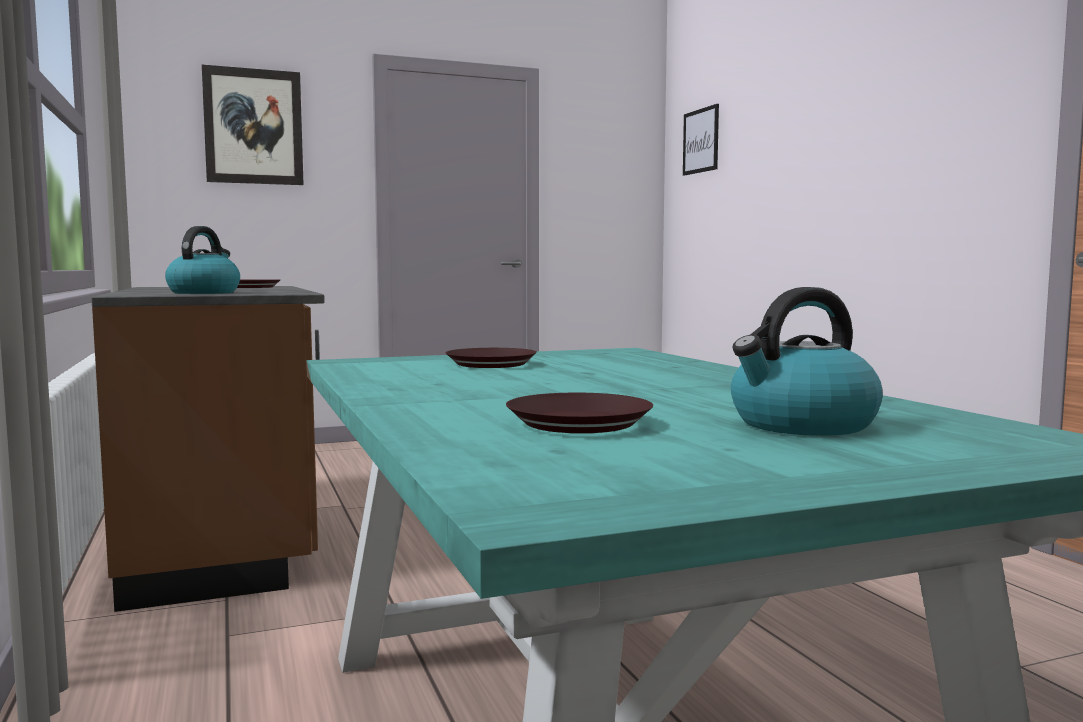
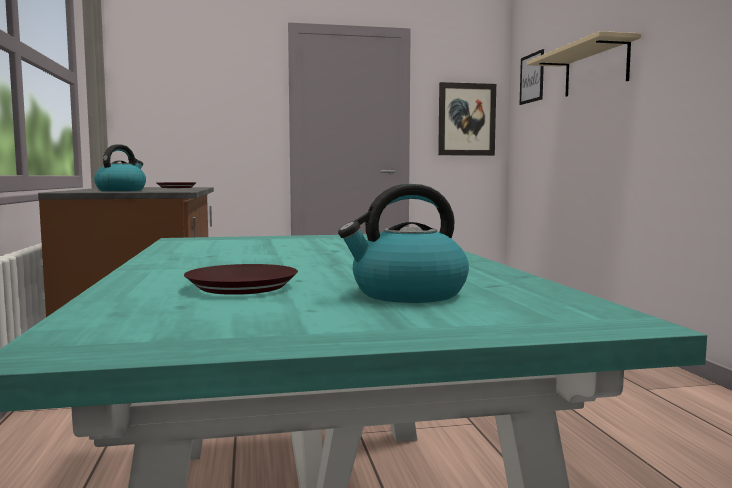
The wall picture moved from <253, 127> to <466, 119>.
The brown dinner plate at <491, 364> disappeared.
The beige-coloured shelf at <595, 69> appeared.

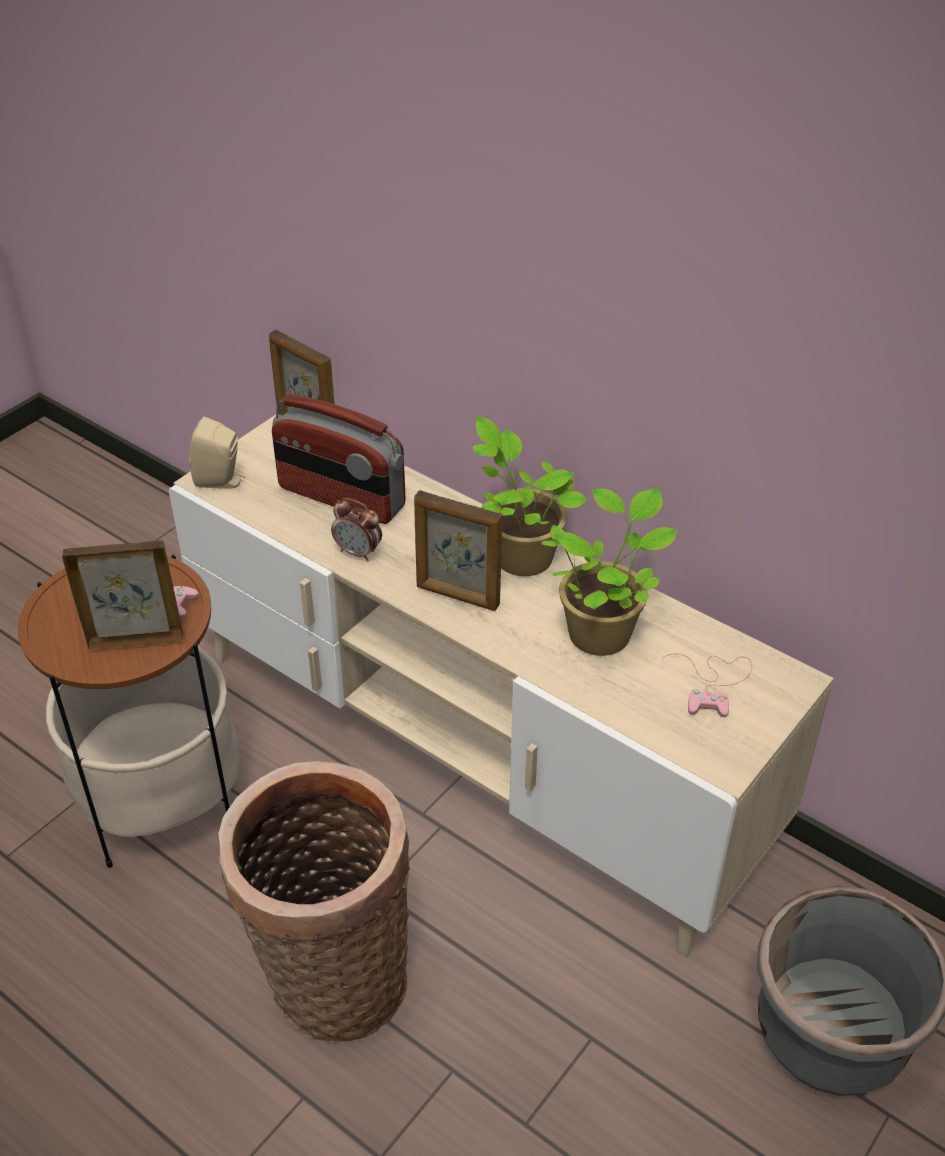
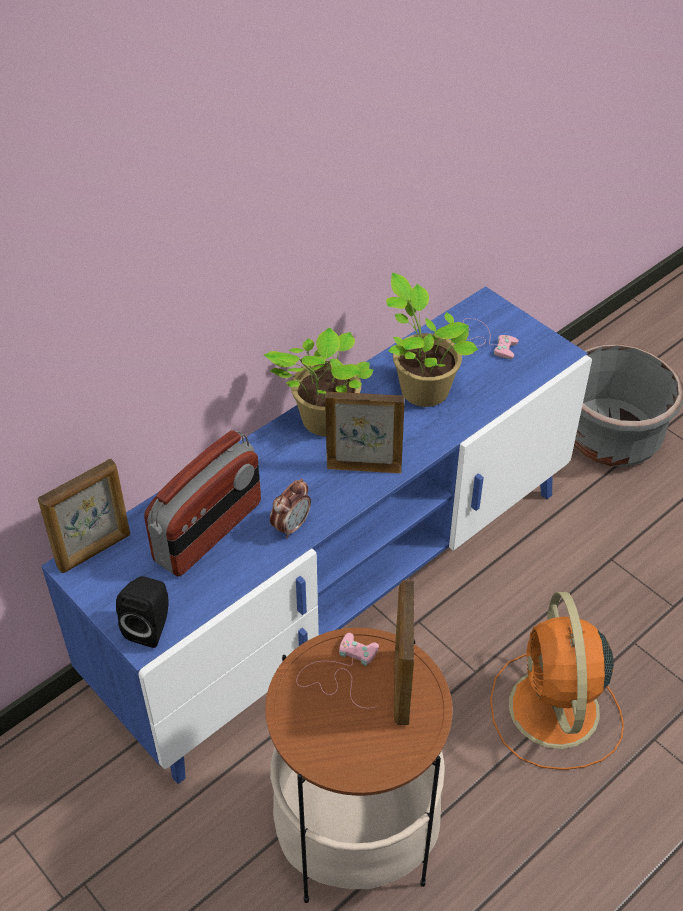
The beige-coloured tv unit at <473, 748> became the bluish tv unit at <340, 587>.
The beige-coloured audio speaker at <221, 481> became the blackish audio speaker at <150, 627>.
The standing frame at <457, 596> turned 120 degrees counterclockwise.
The basket at <330, 978> was replaced by the orange-coloured cooling fan at <554, 712>.

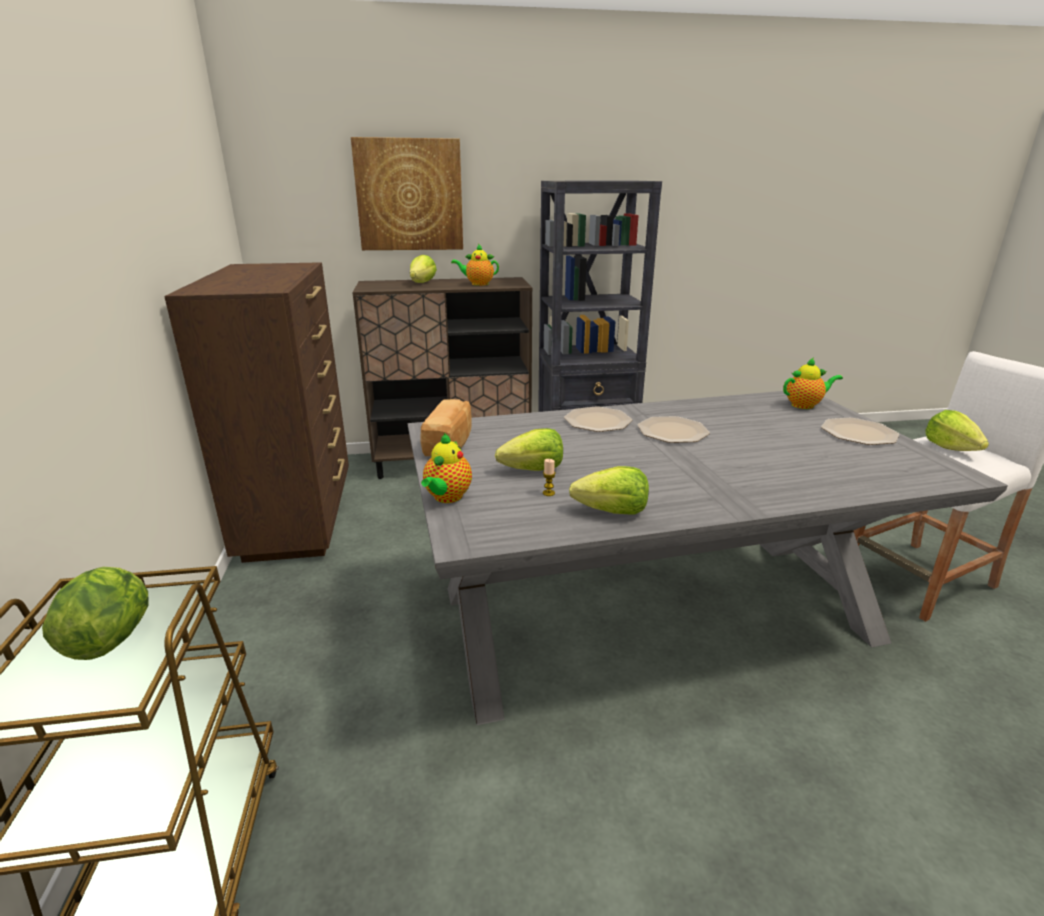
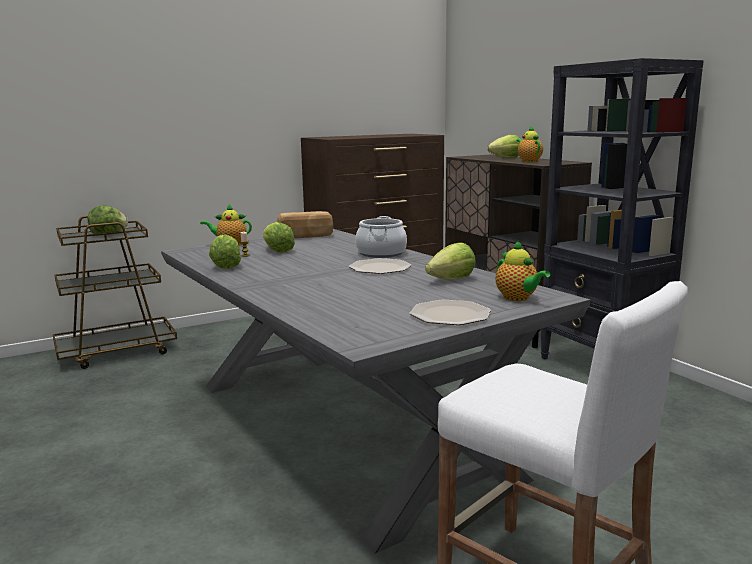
The wall picture at <409, 195> disappeared.
The dinner plate at <598, 421> was replaced by the cooking pot at <381, 253>.
The head of lettuce moved from <950, 448> to <451, 279>.

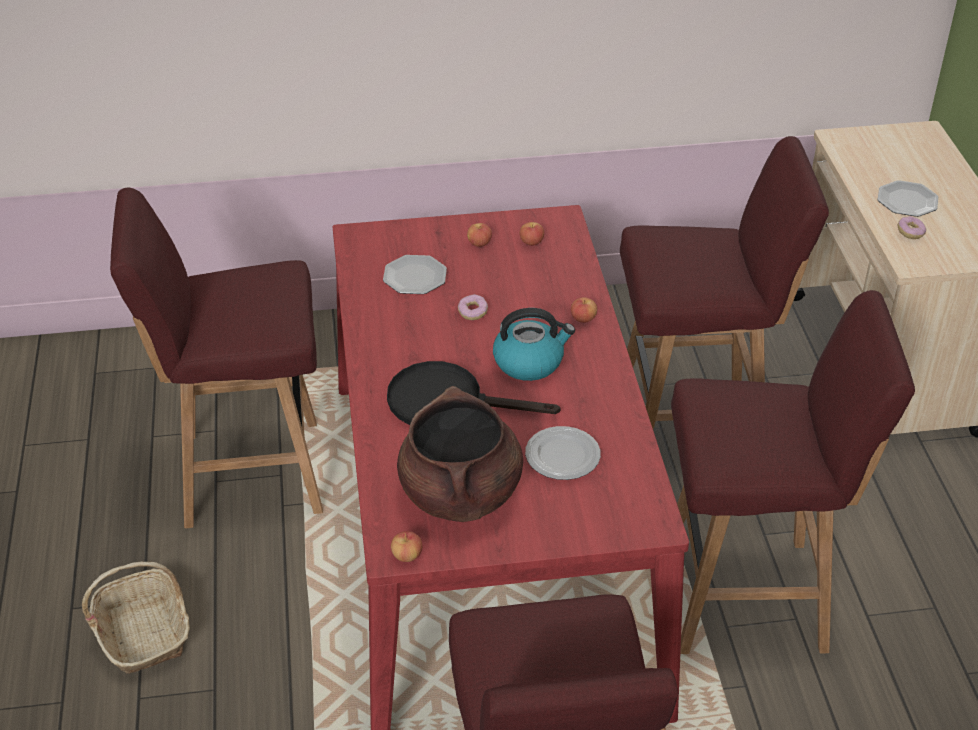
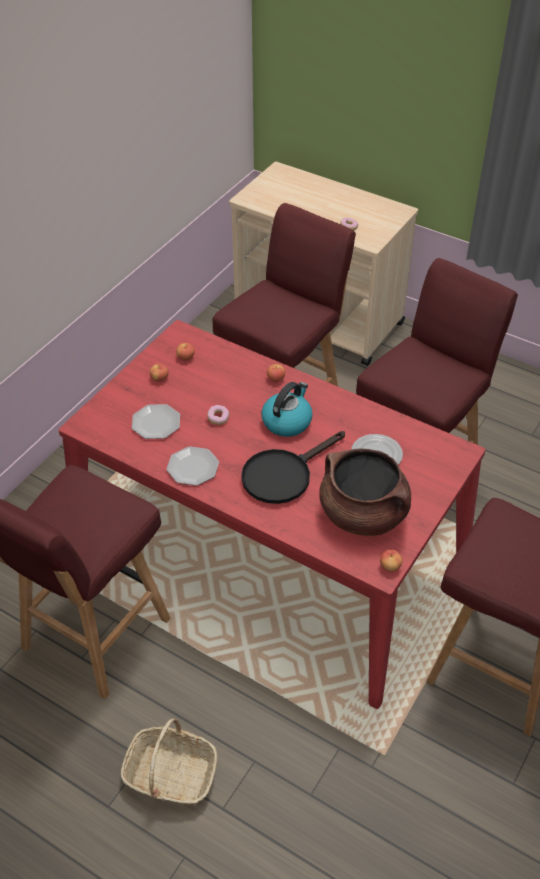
The dinner plate moved from <907, 201> to <193, 467>.

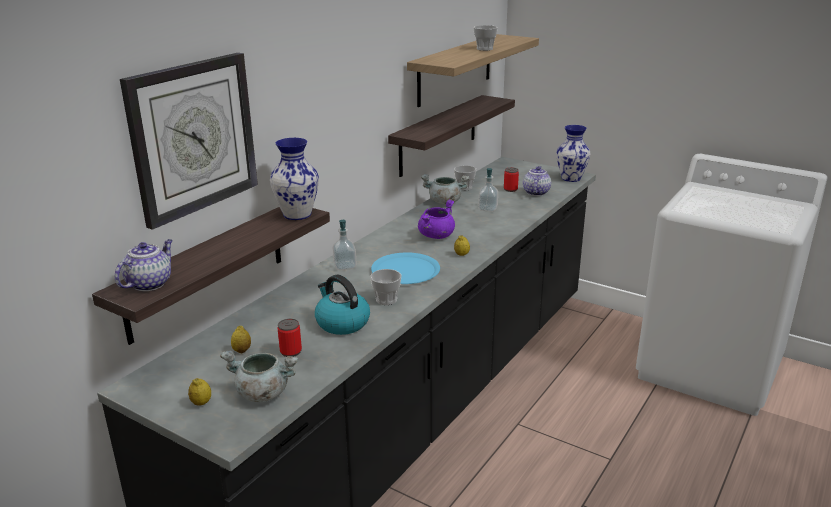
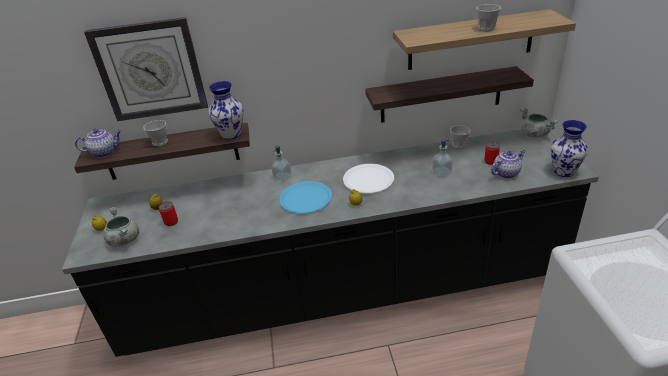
The grey cooking pot moved from <444, 202> to <534, 134>.
The purple cooking pot at <436, 235> was replaced by the white-coloured dinner plate at <368, 179>.
The drinking cup moved from <386, 300> to <160, 142>.
The kettle at <342, 323> disappeared.

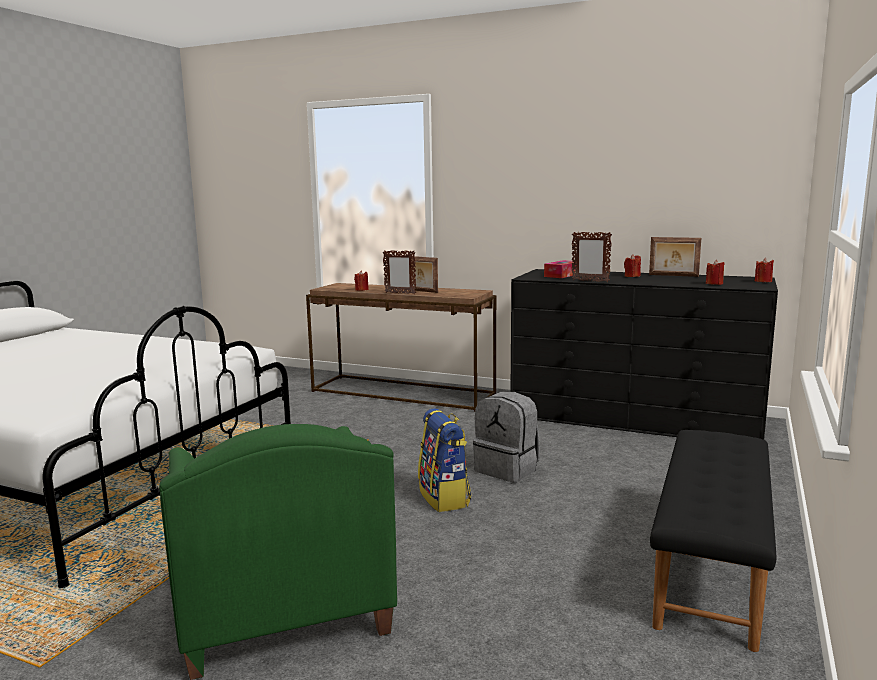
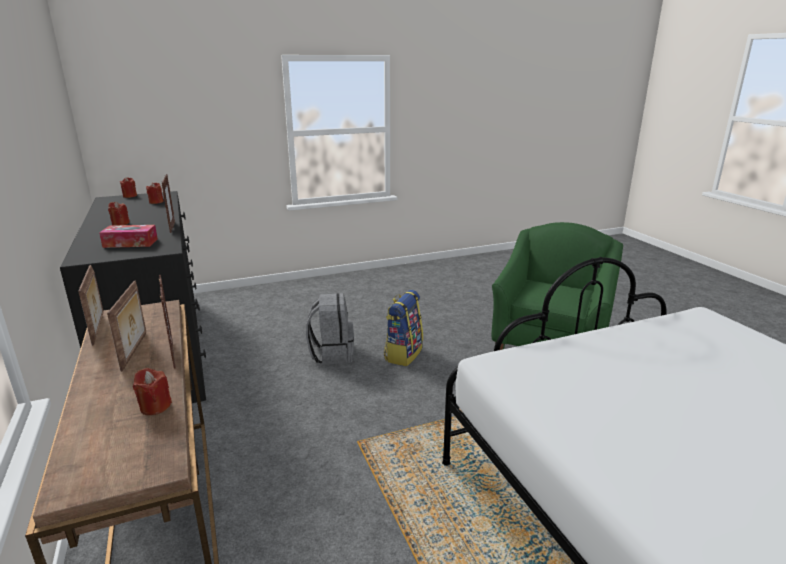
The standing frame moved from <673, 275> to <99, 329>.
The blackish indoor bench at <712, 566> disappeared.

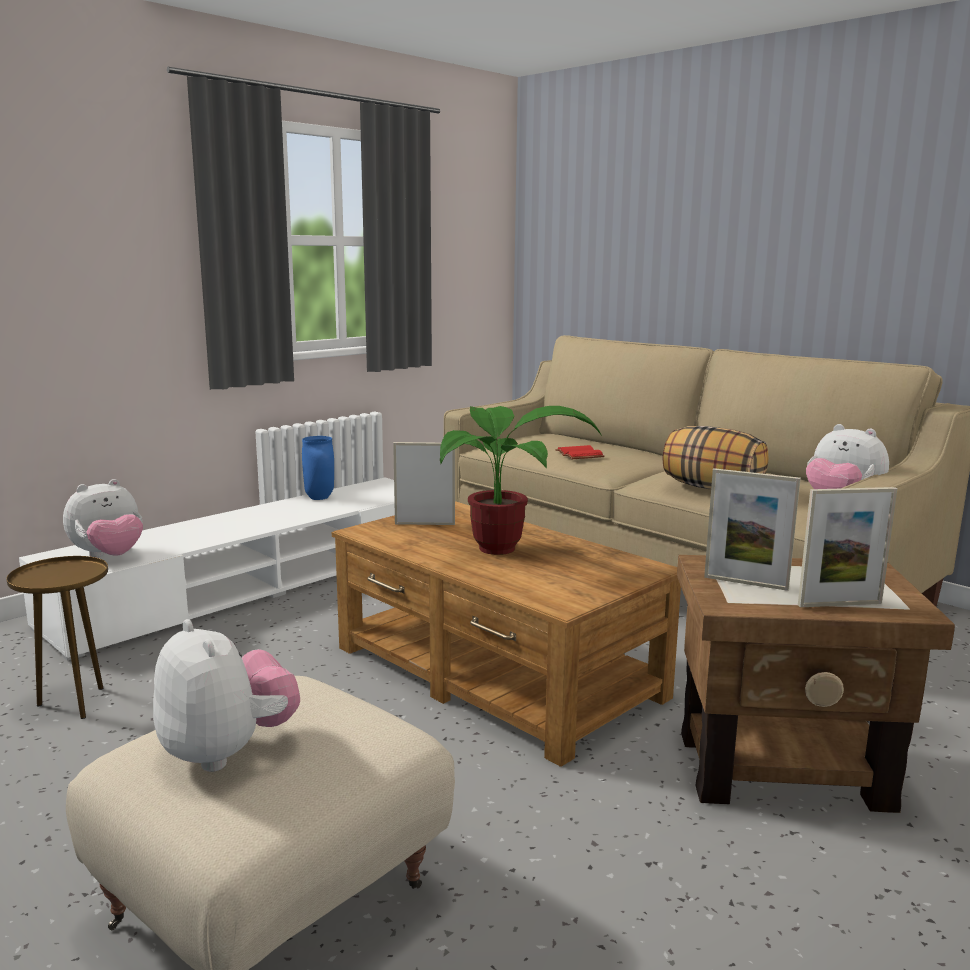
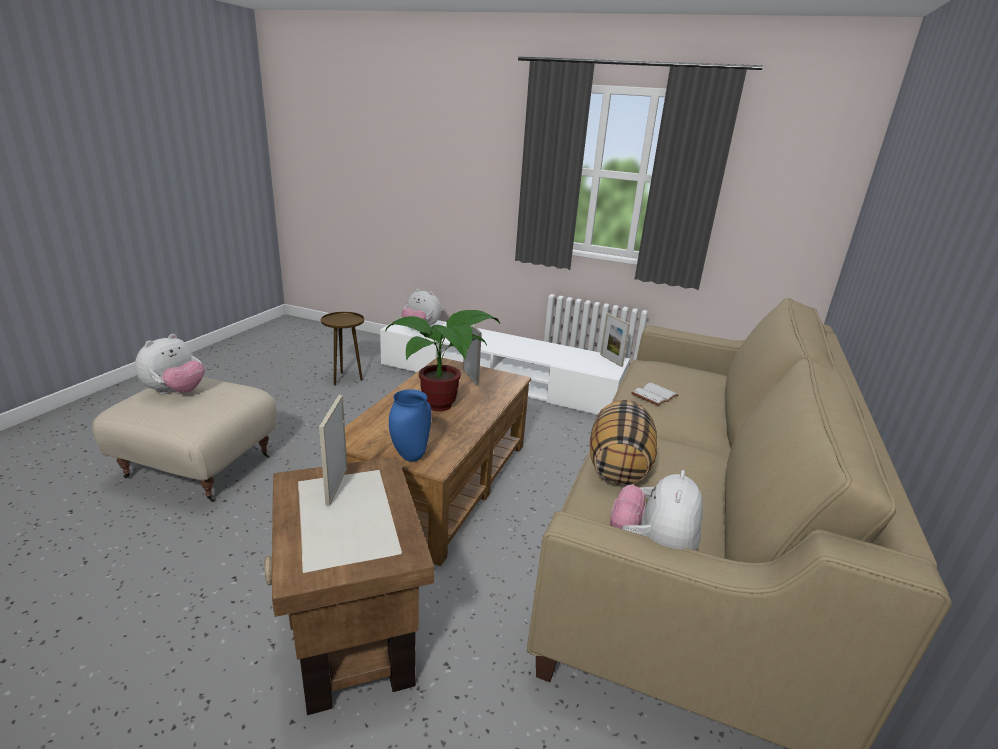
The bluish decorative vase moved from <320, 498> to <411, 457>.
The red book at <578, 454> became the white-coloured book at <653, 395>.
The standing frame moved from <839, 604> to <611, 360>.

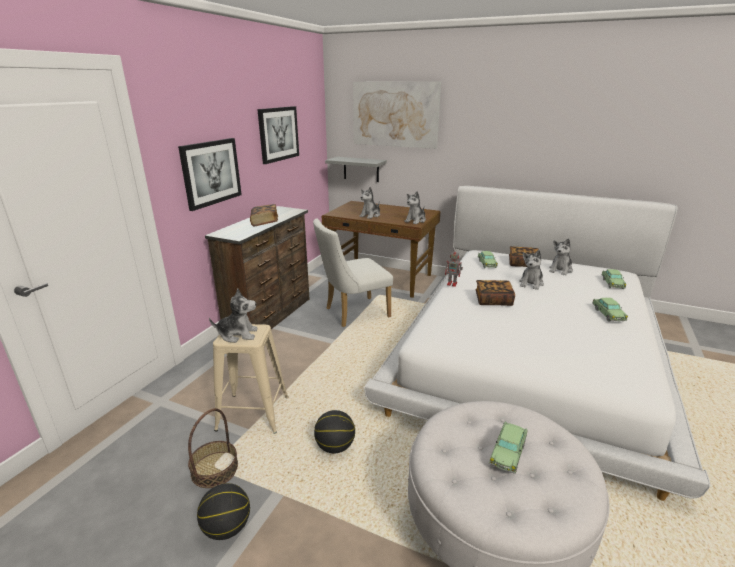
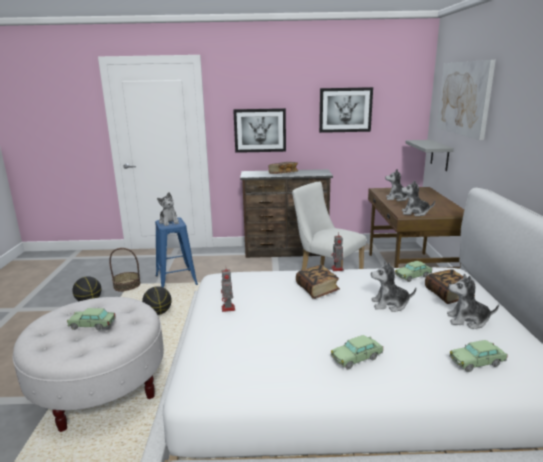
The beige-coloured sitting stool at <253, 413> became the bluish sitting stool at <176, 280>.
The toy robot at <228, 309> appeared.

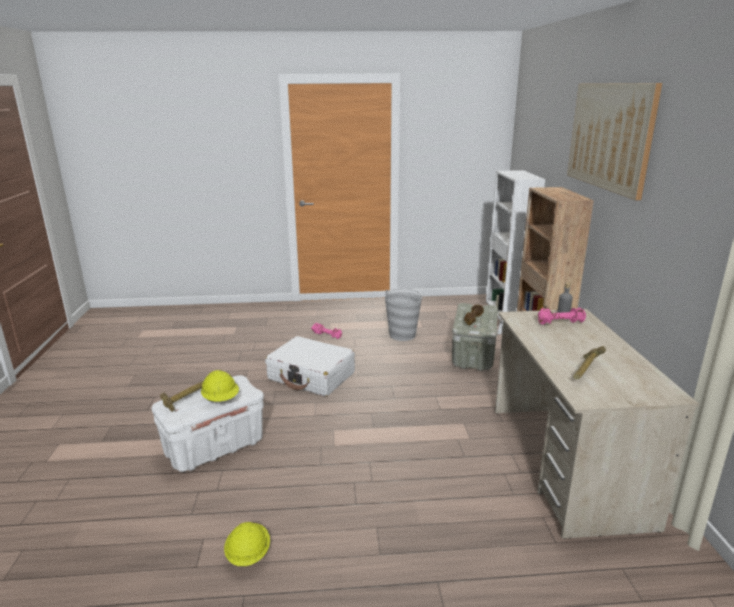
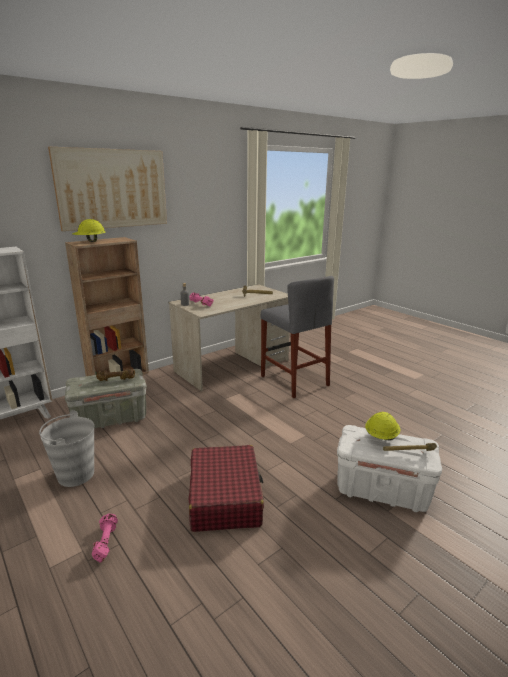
The white-coloured piece of luggage at <311, 376> became the red piece of luggage at <225, 497>.
The yellowish safety helmet moved from <248, 554> to <90, 241>.
The grey sitting stool at <294, 380> appeared.

